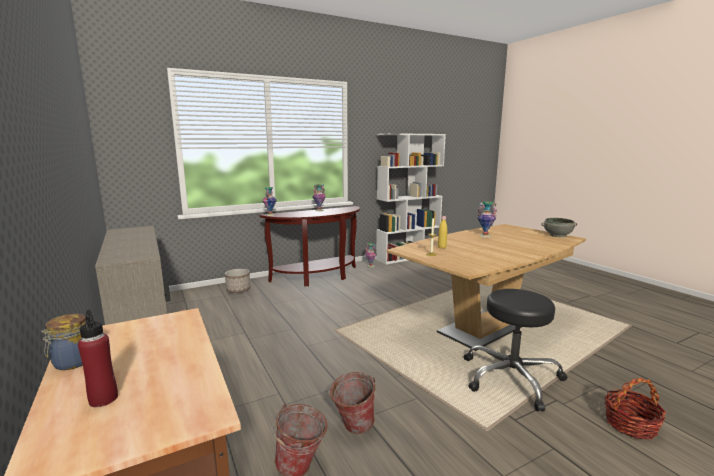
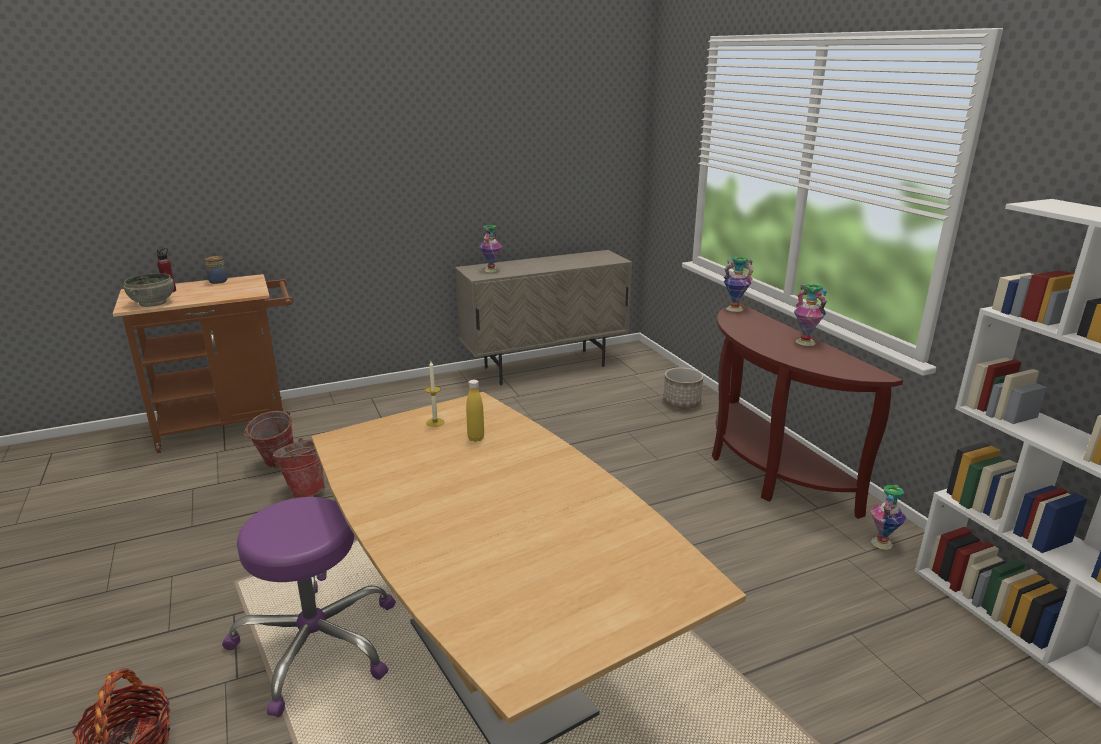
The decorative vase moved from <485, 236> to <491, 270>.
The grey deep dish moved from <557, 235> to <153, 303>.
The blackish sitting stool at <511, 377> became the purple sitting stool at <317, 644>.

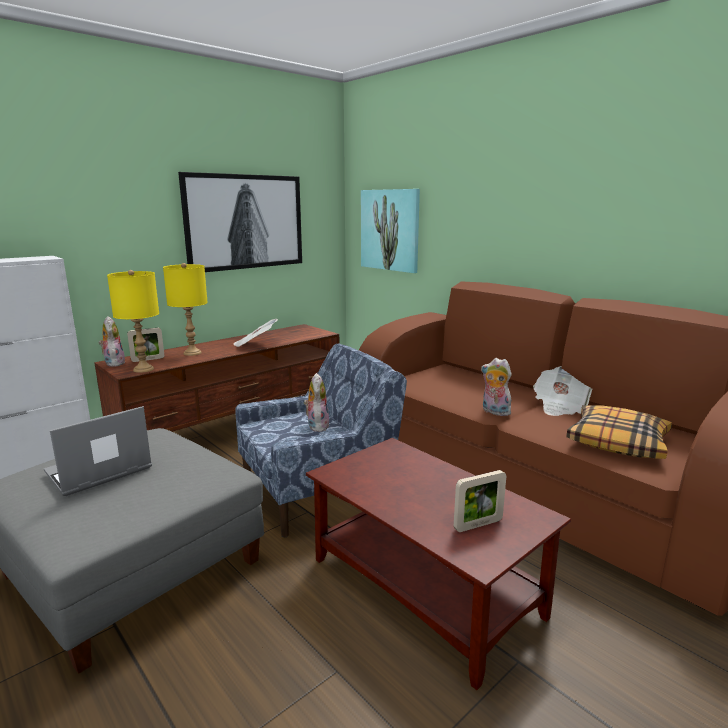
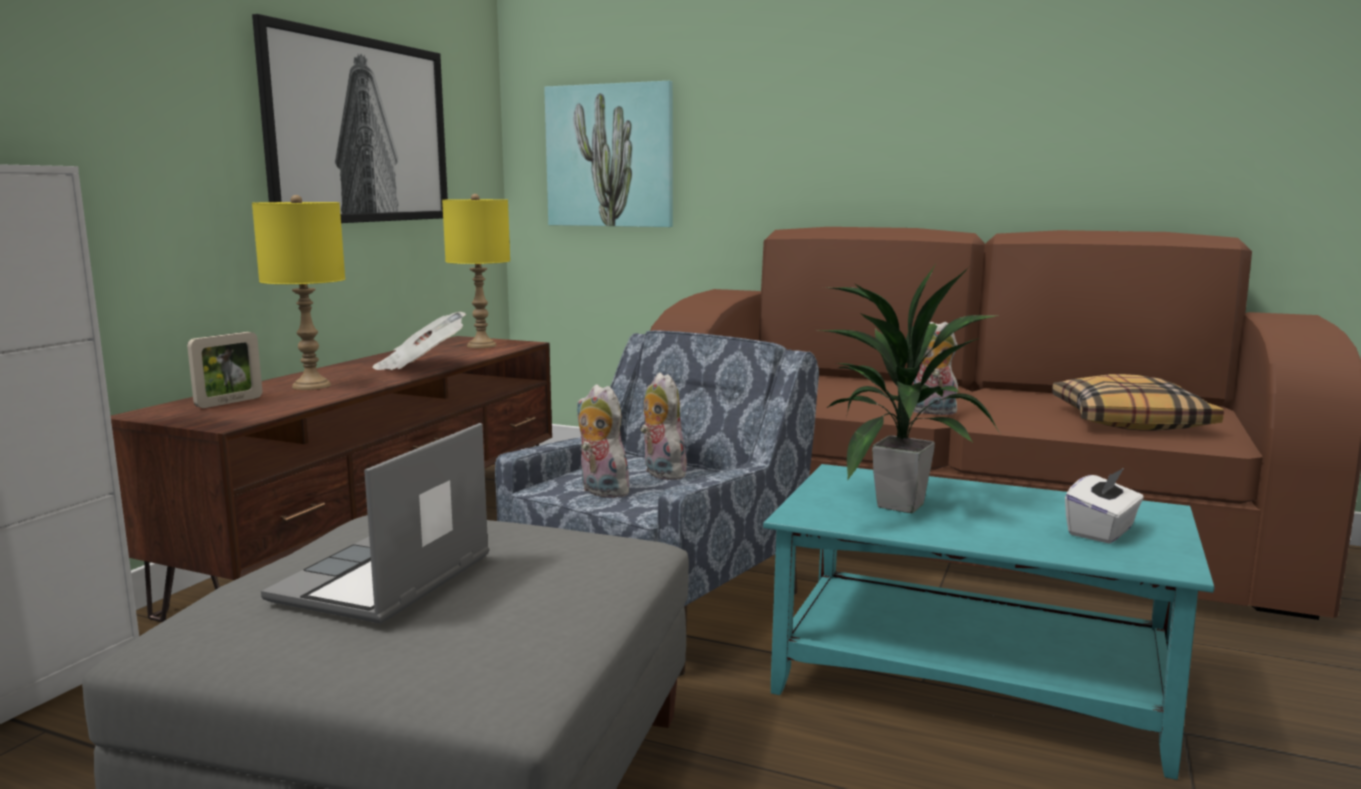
The yellowish lamp for a table moved from <143, 369> to <481, 345>.
The plush toy moved from <113, 363> to <600, 491>.
The newspaper at <560, 406> disappeared.
The brown coffee table at <426, 588> became the turquoise coffee table at <973, 684>.
The standing frame at <478, 525> was replaced by the white-coloured tissue holder at <1102, 531>.
The plant in a pot at <898, 504> appeared.

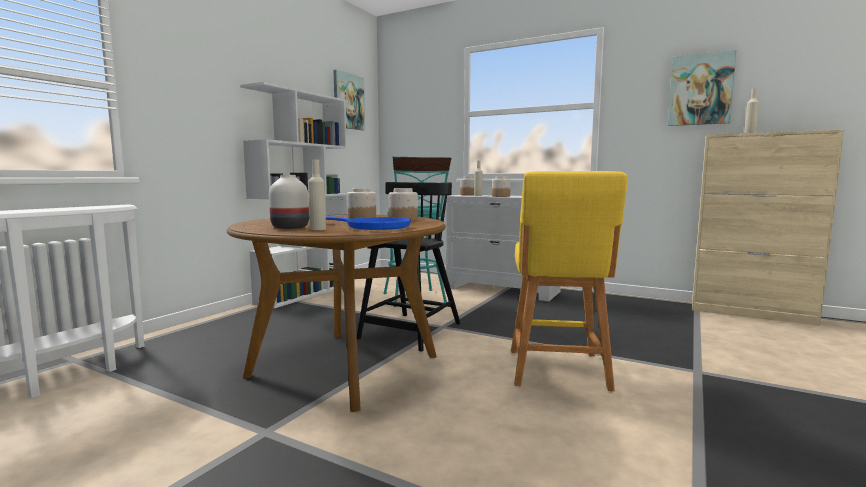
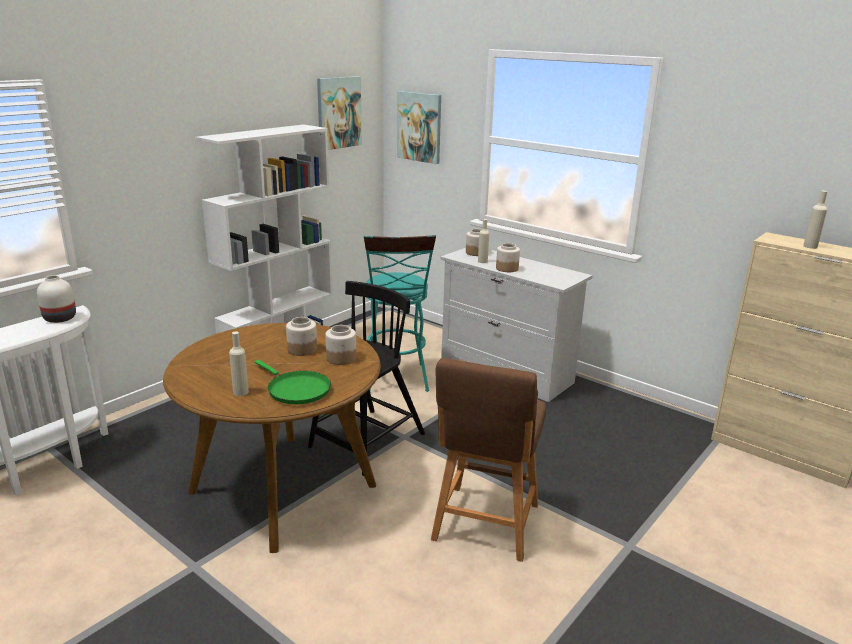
The wall picture moved from <700, 89> to <419, 127>.
The yellowish sitting stool at <558, 371> became the brown sitting stool at <484, 526>.
The white-coloured decorative vase moved from <289, 227> to <60, 318>.
The bluish frying pan at <374, 227> became the green frying pan at <296, 390>.

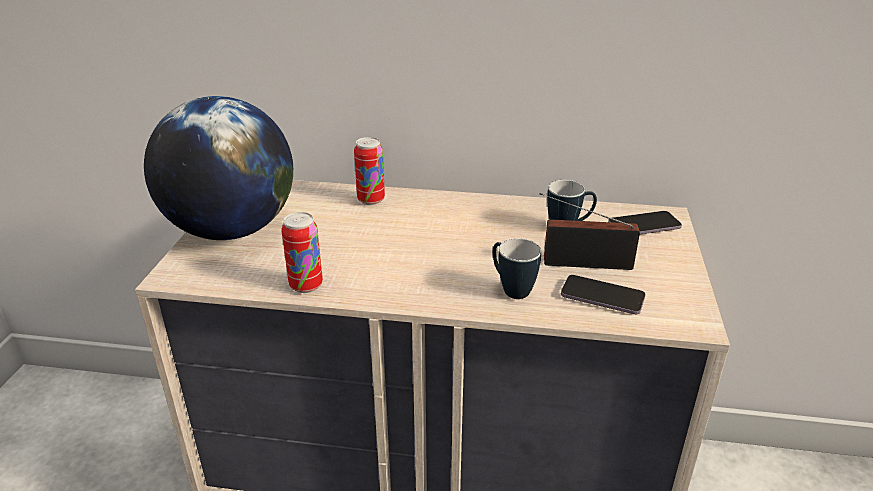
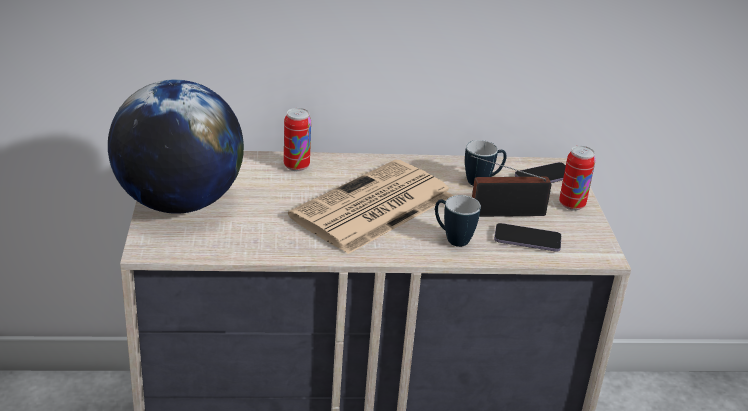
The sealed can moved from <306, 285> to <571, 205>.
The newspaper at <372, 208> appeared.

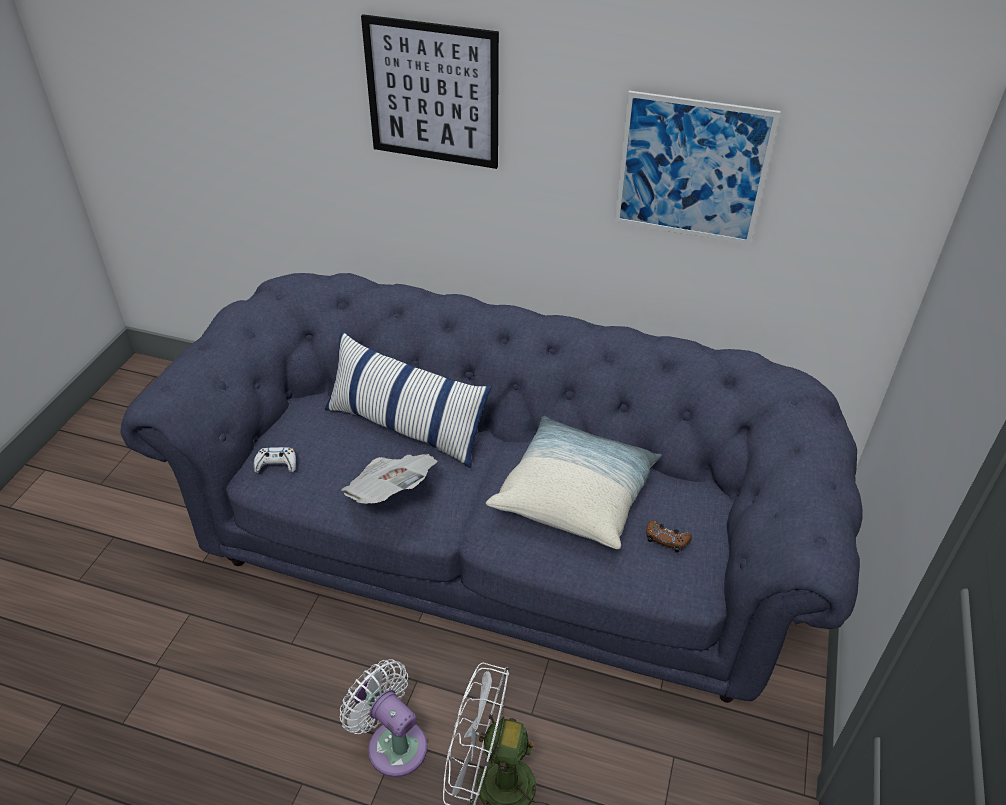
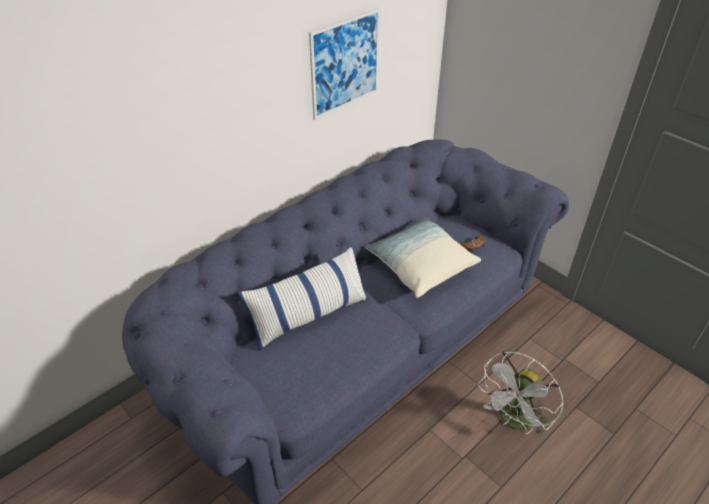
The wall picture at <432, 93> disappeared.
The white-coloured game controller at <276, 464> disappeared.
The newspaper at <390, 493> disappeared.
The white-coloured cooling fan at <393, 743> disappeared.

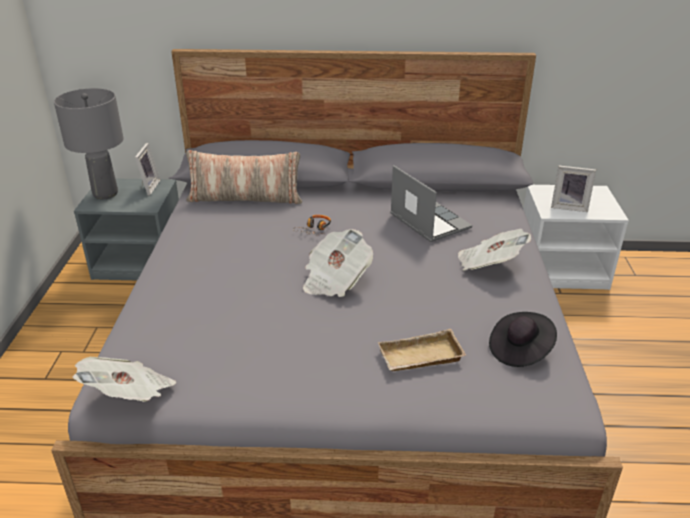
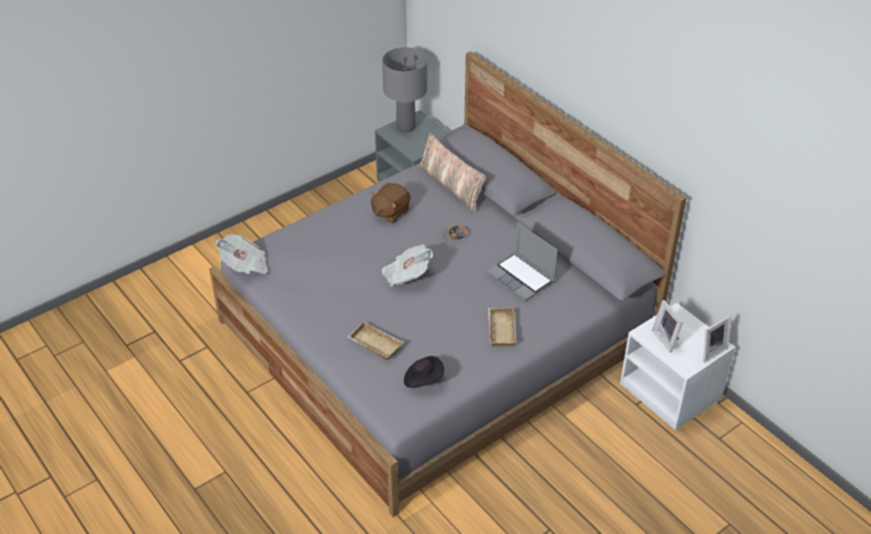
The standing frame moved from <148, 187> to <711, 351>.
The notebook computer at <428, 221> turned 120 degrees clockwise.
The newspaper at <489, 264> was replaced by the beige-coloured serving tray at <500, 329>.
The brown plush toy at <390, 212> appeared.

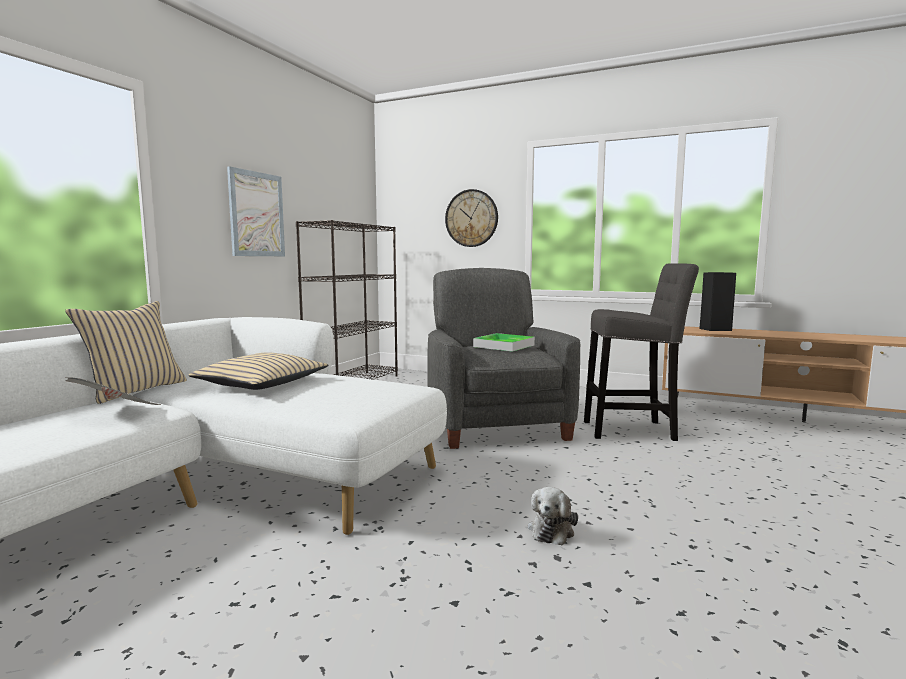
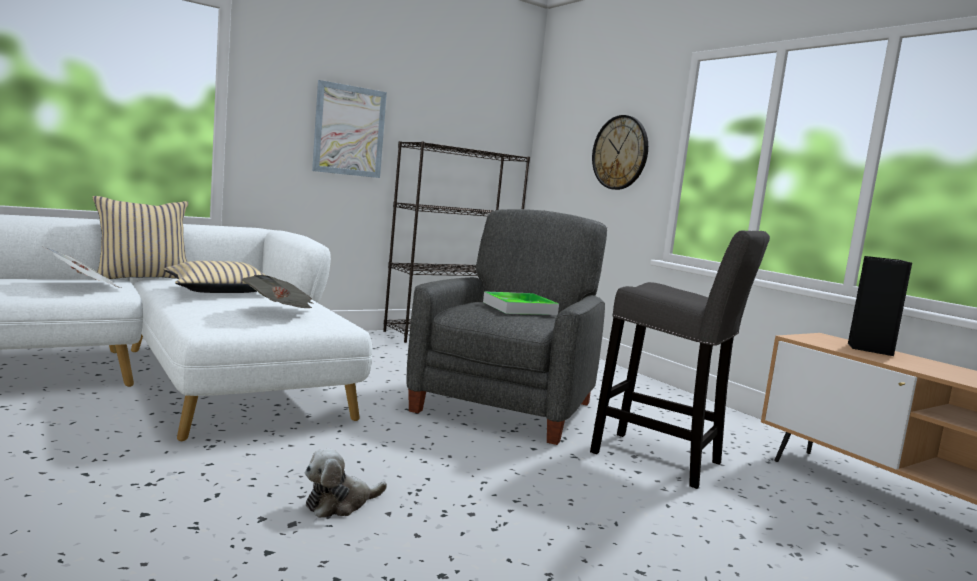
The newspaper at <280, 312> appeared.

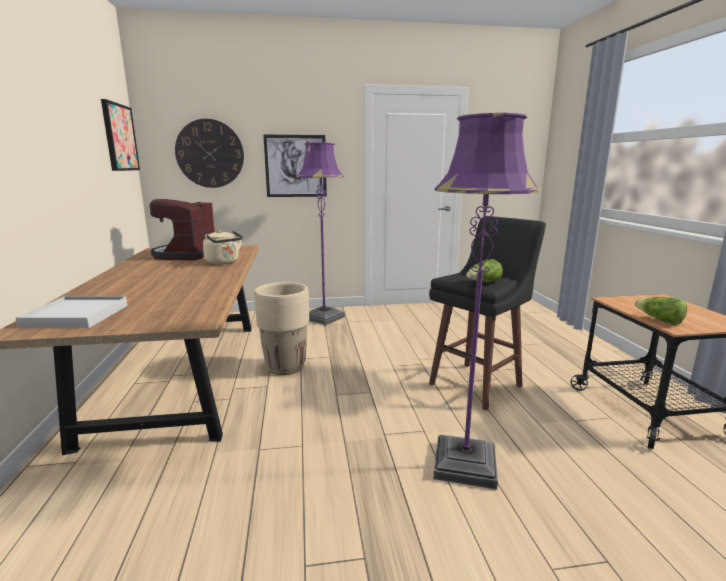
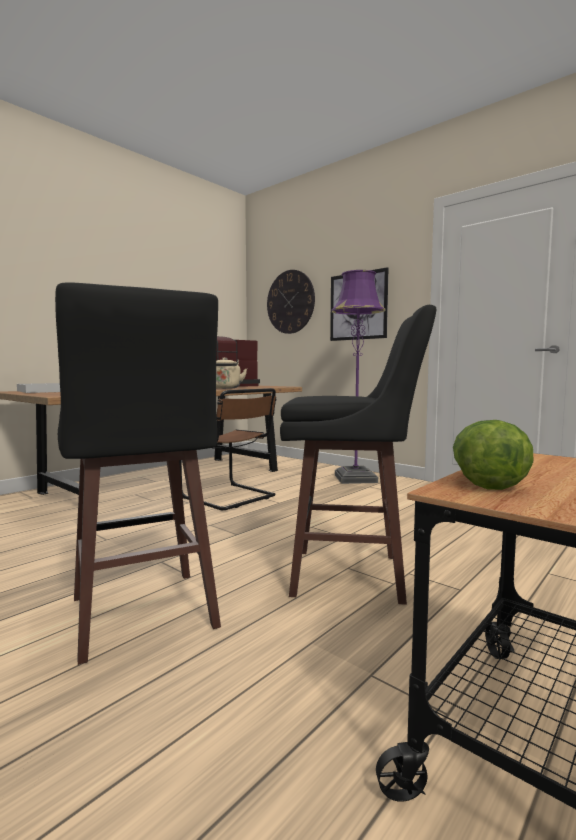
The wall picture at <119, 137> disappeared.
The purple floor lamp at <464, 464> was replaced by the blackish sitting stool at <142, 615>.
The head of lettuce at <483, 283> disappeared.
The beige-coloured flower pot at <285, 367> was replaced by the brown upright chair at <230, 497>.

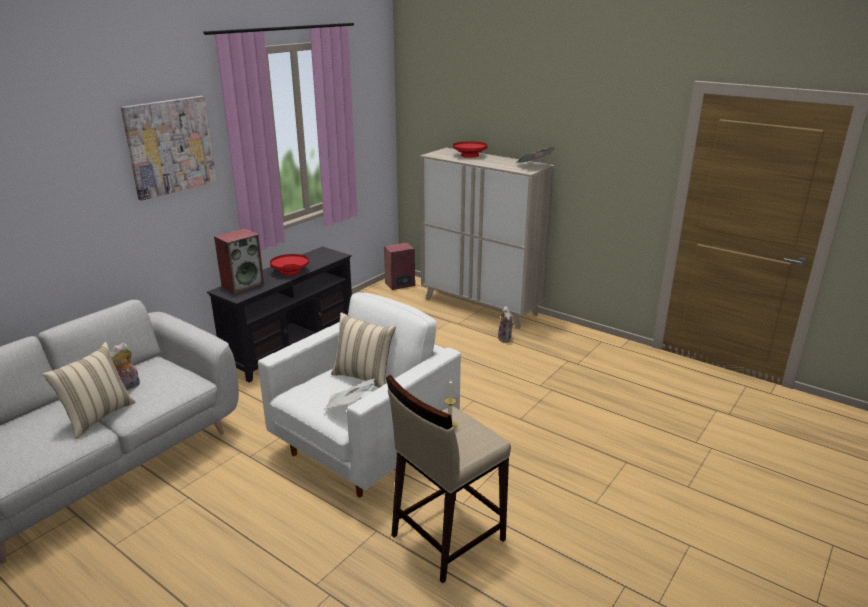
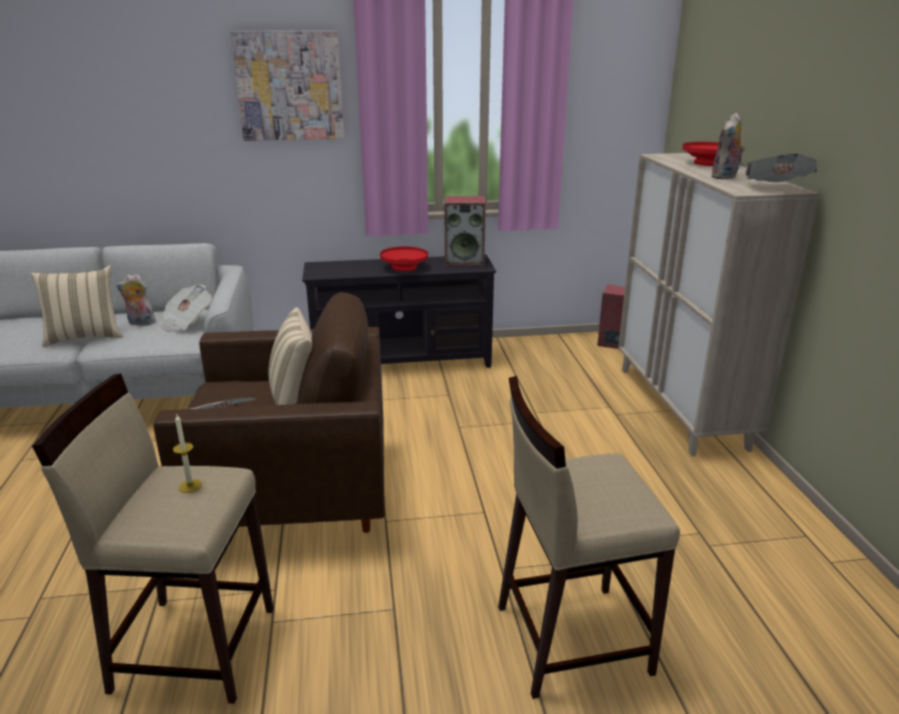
The audio speaker moved from <243, 285> to <464, 261>.
The white-coloured armchair at <364, 448> became the brown armchair at <293, 495>.
The plush toy moved from <505, 339> to <725, 177>.
The newspaper at <185, 322> appeared.
The beige-coloured sitting stool at <570, 638> appeared.

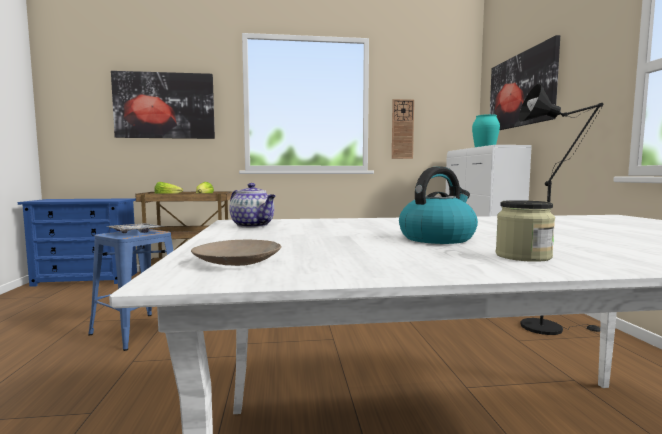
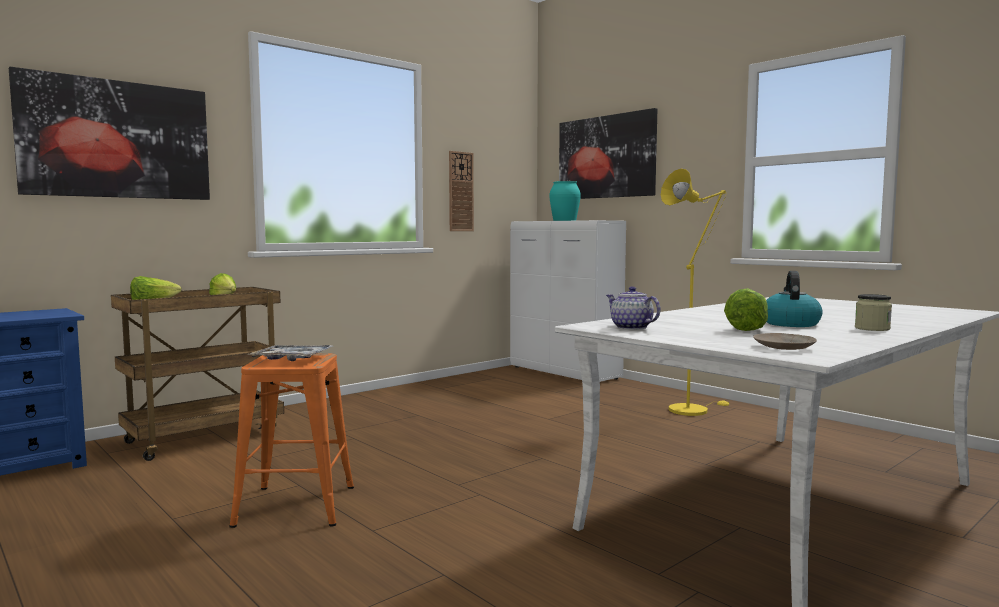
The blackish floor lamp at <548, 327> became the yellowish floor lamp at <692, 409>.
The pot for tea at <253, 226> turned 135 degrees counterclockwise.
The bluish sitting stool at <138, 330> became the orange-coloured sitting stool at <294, 505>.
The head of lettuce at <747, 329> appeared.

